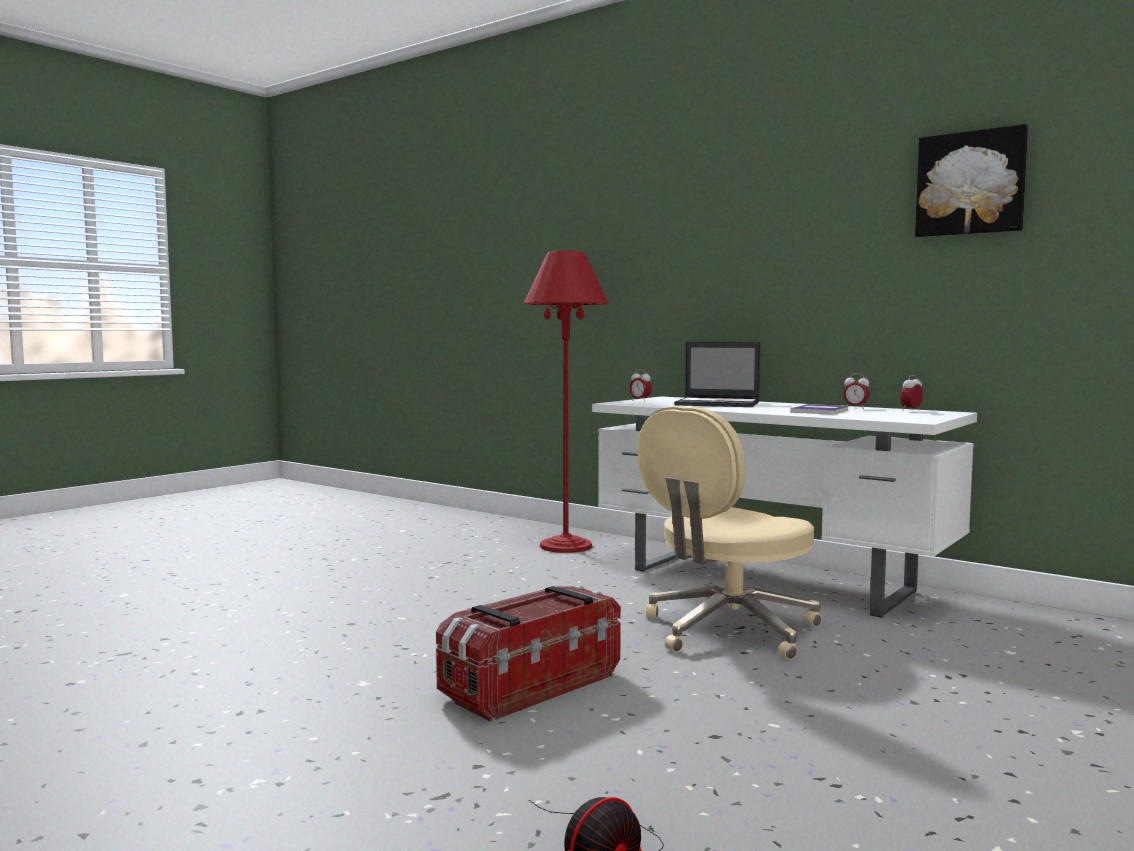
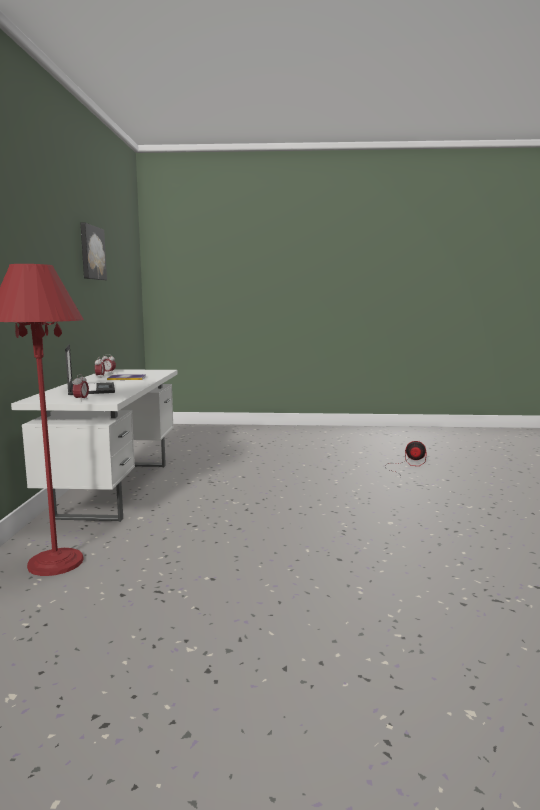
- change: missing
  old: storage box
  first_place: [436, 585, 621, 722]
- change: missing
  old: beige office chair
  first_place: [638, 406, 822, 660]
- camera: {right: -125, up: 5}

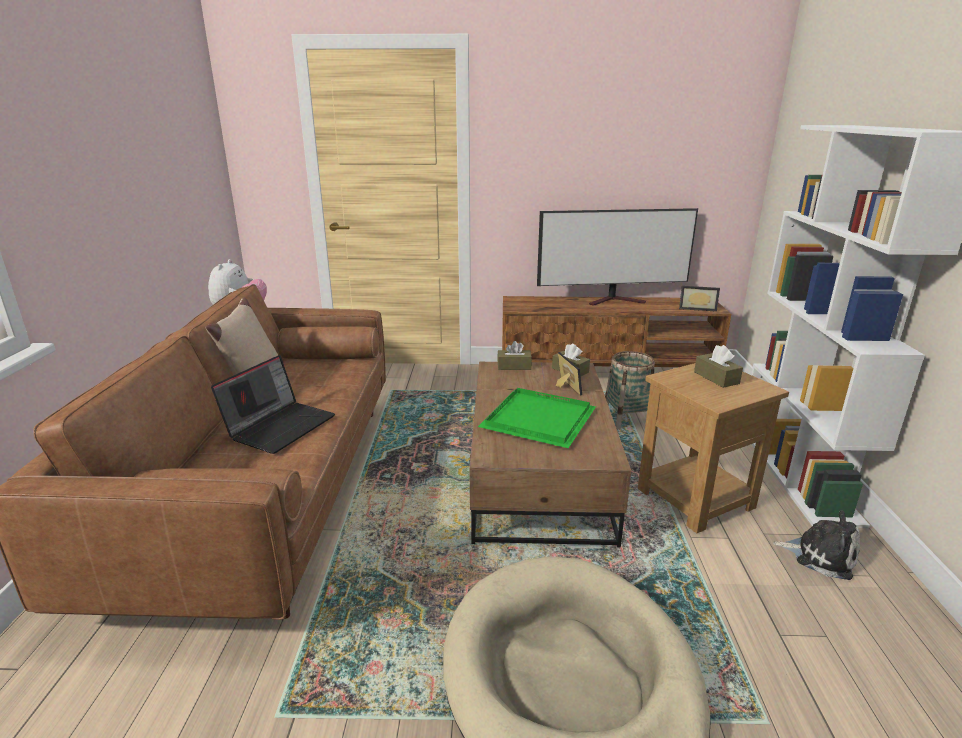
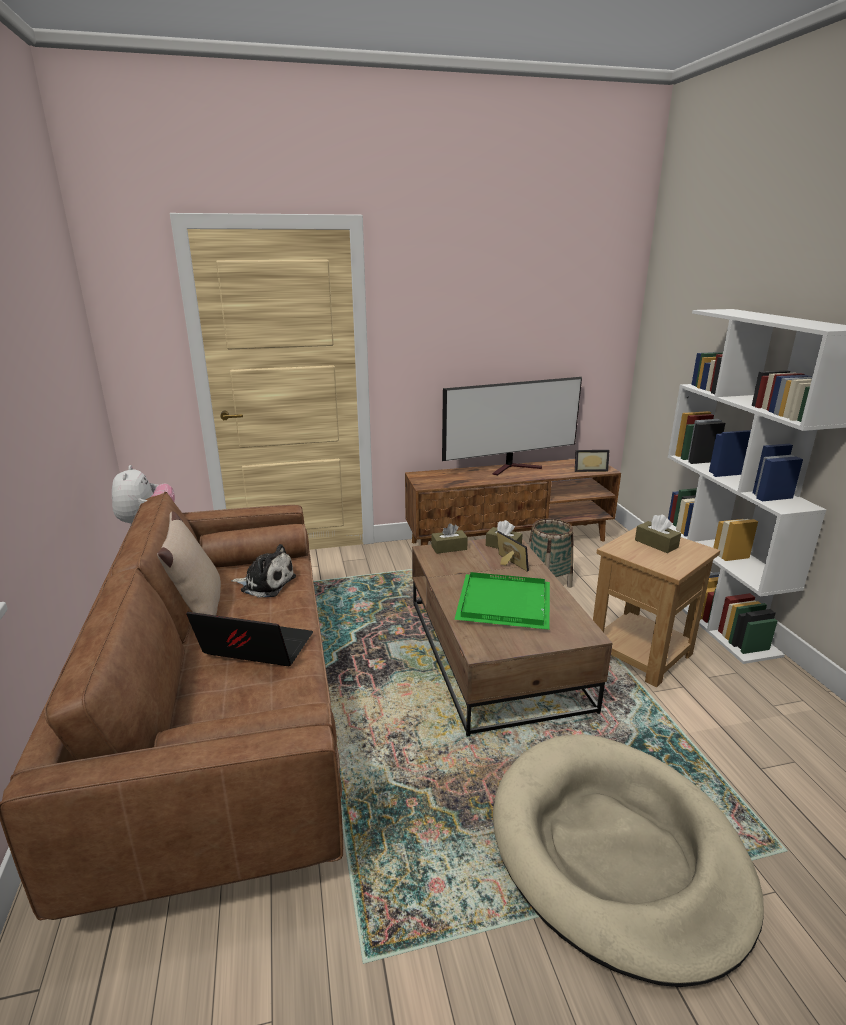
- change: spun
  old: laptop
  first_place: [211, 355, 335, 454]
  second_place: [186, 612, 313, 666]
  degrees: -90
- change: relocated
  old: plush toy
  first_place: [773, 510, 860, 580]
  second_place: [231, 544, 296, 597]
- camera: {right: -15, up: 0}

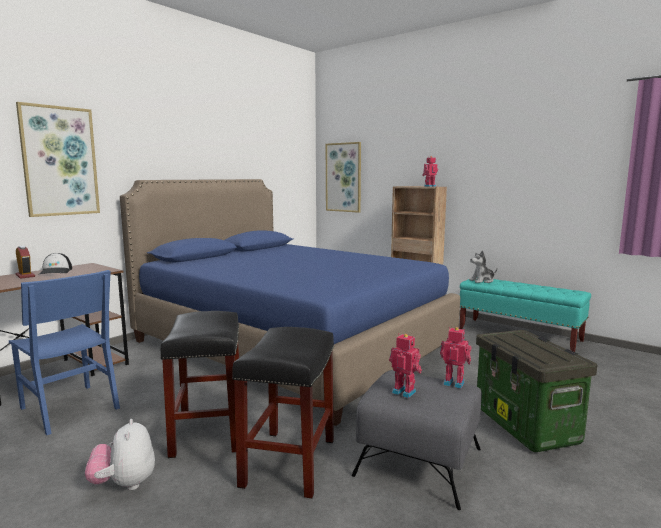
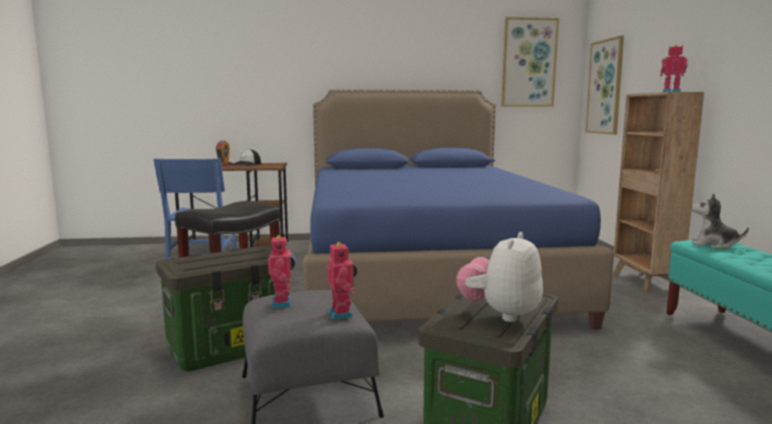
- change: exchanged
  old: black stool
  new: storage box
  first_place: [232, 327, 334, 498]
  second_place: [156, 246, 293, 371]
- change: relocated
  old: plush toy
  first_place: [85, 419, 155, 490]
  second_place: [456, 232, 543, 322]
- change: relocated
  old: picture
  first_place: [16, 102, 100, 217]
  second_place: [501, 17, 559, 107]
- camera: {right: 45, up: 0}

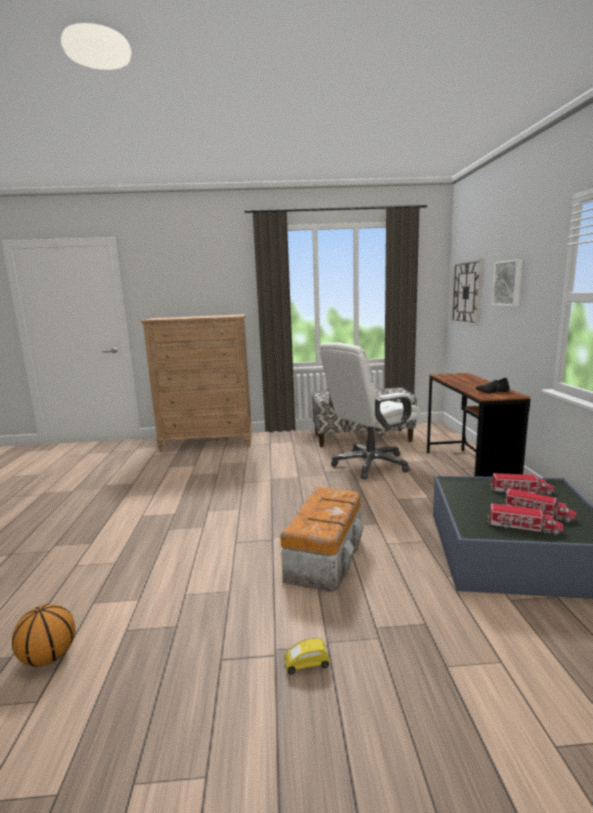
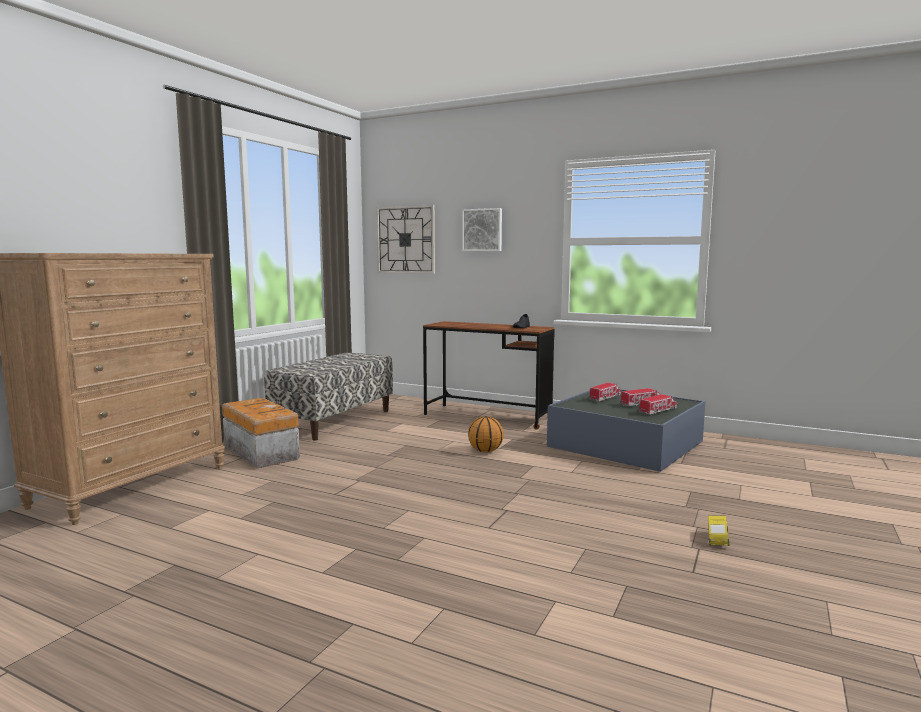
- change: relocated
  old: storage box
  first_place: [280, 487, 364, 592]
  second_place: [222, 398, 300, 469]
- change: relocated
  old: basketball
  first_place: [12, 604, 75, 667]
  second_place: [468, 416, 504, 452]
- change: missing
  old: white office chair
  first_place: [320, 343, 420, 479]
- camera: {right: -60, up: -5}

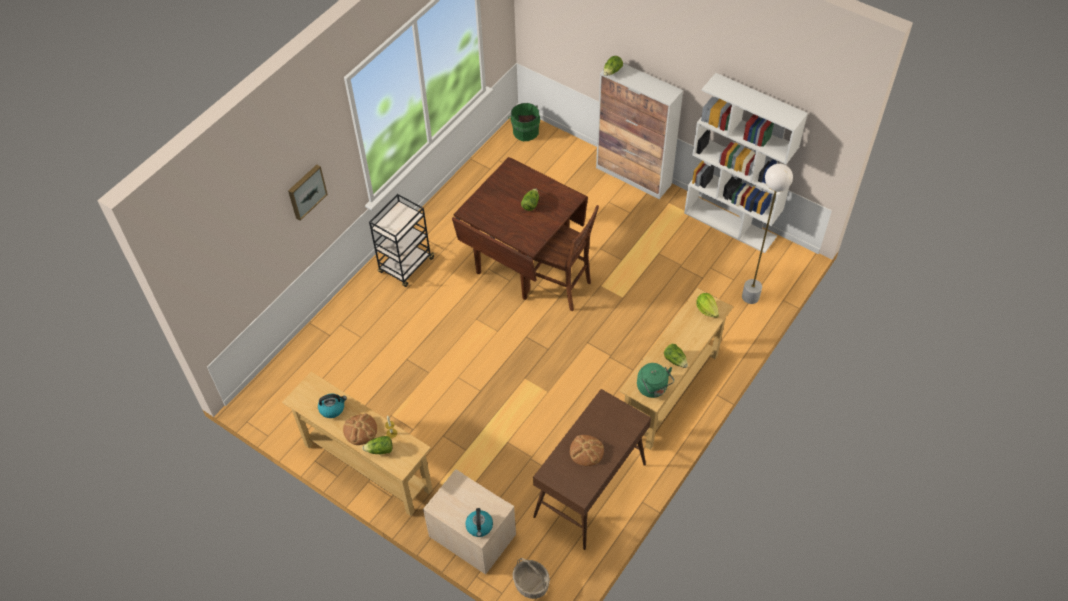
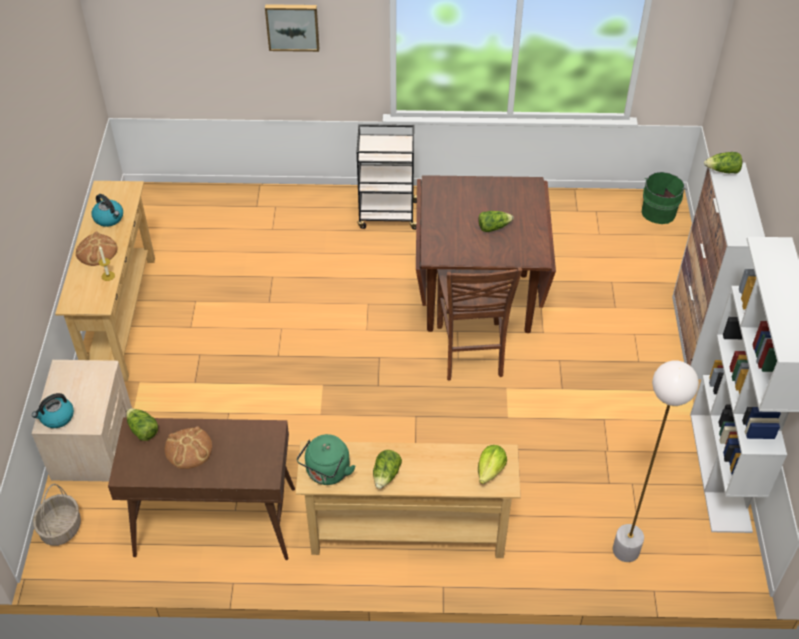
- change: relocated
  old: lettuce
  first_place: [362, 436, 392, 455]
  second_place: [126, 408, 158, 441]
- camera: {right: 55, up: -5}

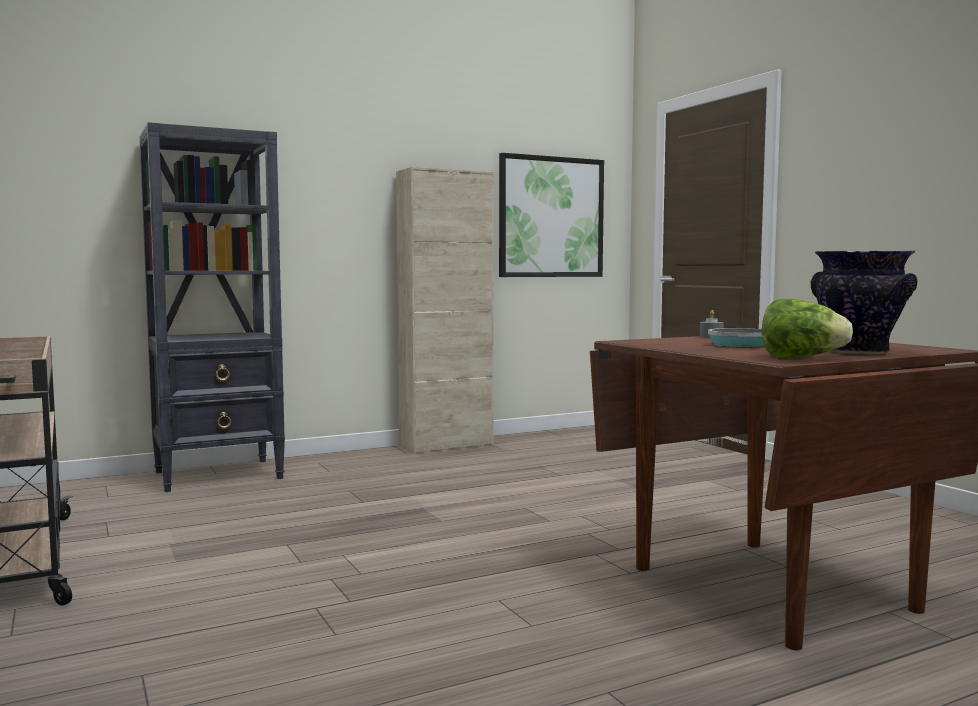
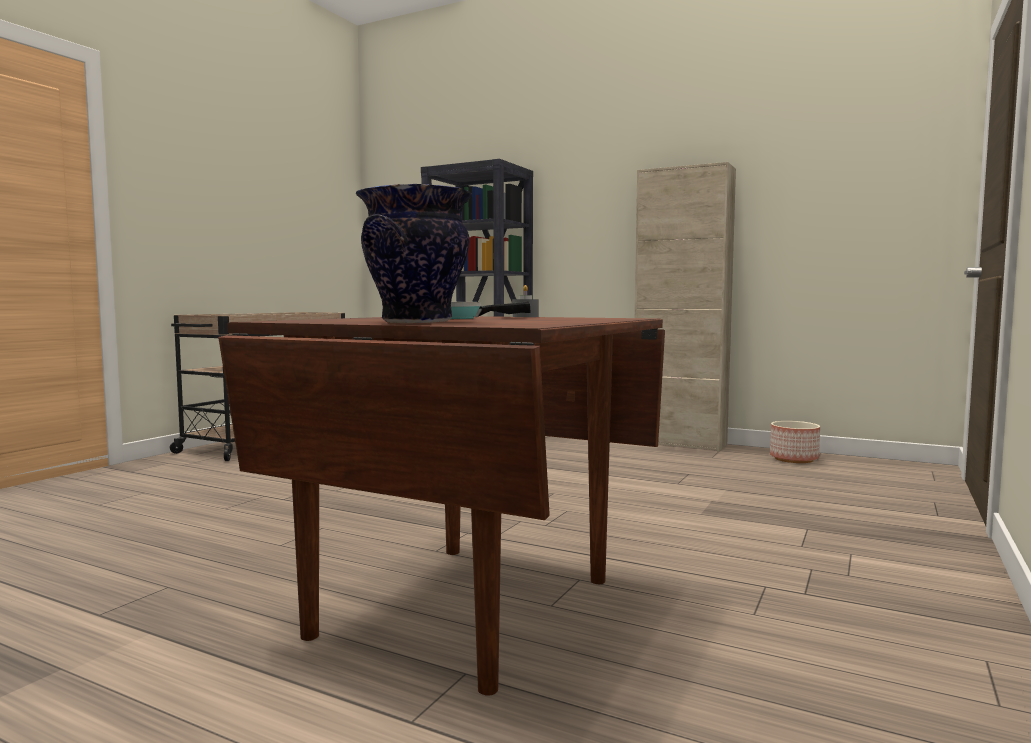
- change: appeared
  new: planter
  second_place: [770, 421, 820, 463]
- change: missing
  old: picture
  first_place: [499, 153, 604, 277]
- change: missing
  old: lettuce
  first_place: [762, 299, 853, 358]
- camera: {right: 55, up: 0}

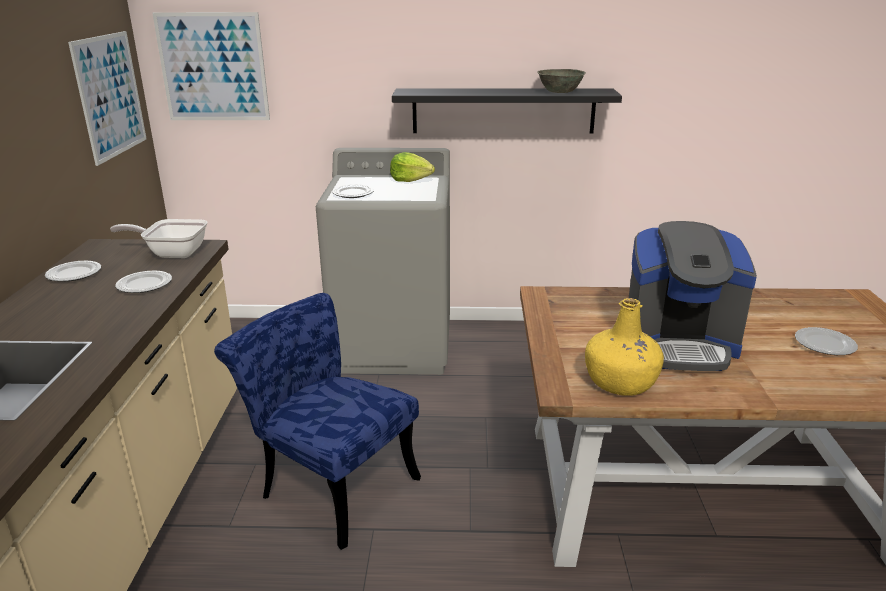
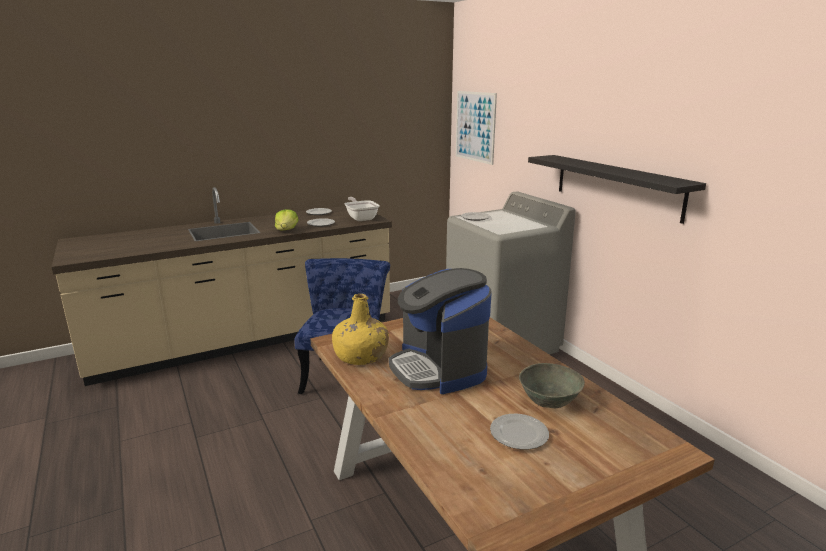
- change: relocated
  old: lettuce
  first_place: [390, 152, 435, 182]
  second_place: [275, 209, 299, 231]
- change: relocated
  old: grey bowl
  first_place: [537, 69, 586, 93]
  second_place: [519, 363, 585, 408]
- change: missing
  old: picture
  first_place: [68, 31, 147, 166]
- camera: {right: 60, up: -5}

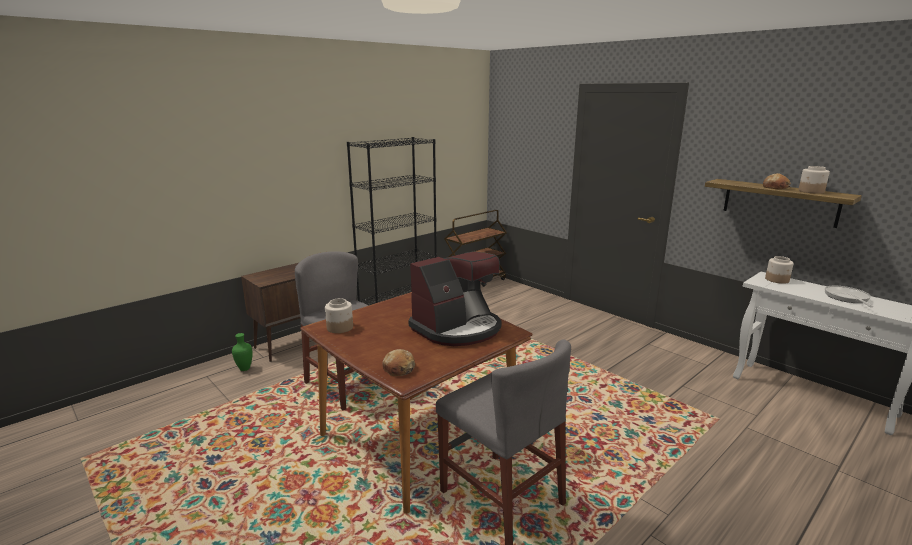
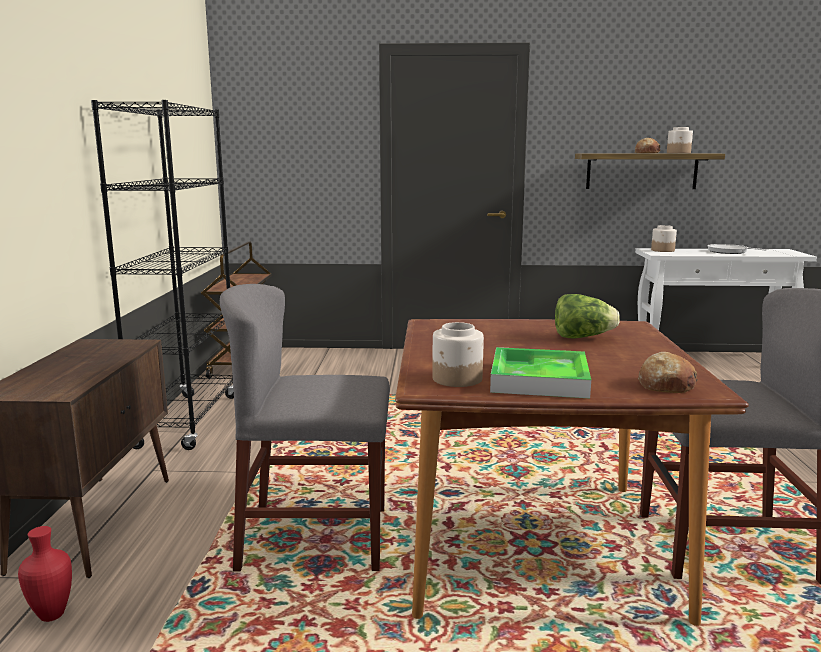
- change: colour
  old: green vase
  new: red vase
  first_place: [232, 333, 253, 371]
  second_place: [18, 526, 72, 622]
- change: appeared
  new: tray
  second_place: [490, 347, 591, 399]
- change: exchanged
  old: coffee machine
  new: lettuce
  first_place: [408, 252, 502, 346]
  second_place: [555, 294, 620, 339]
- camera: {right: -45, up: -5}

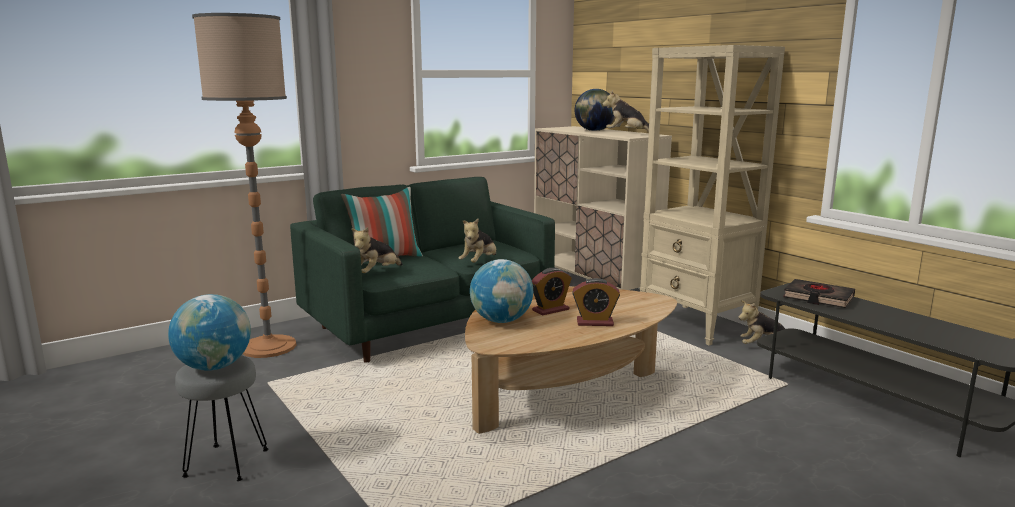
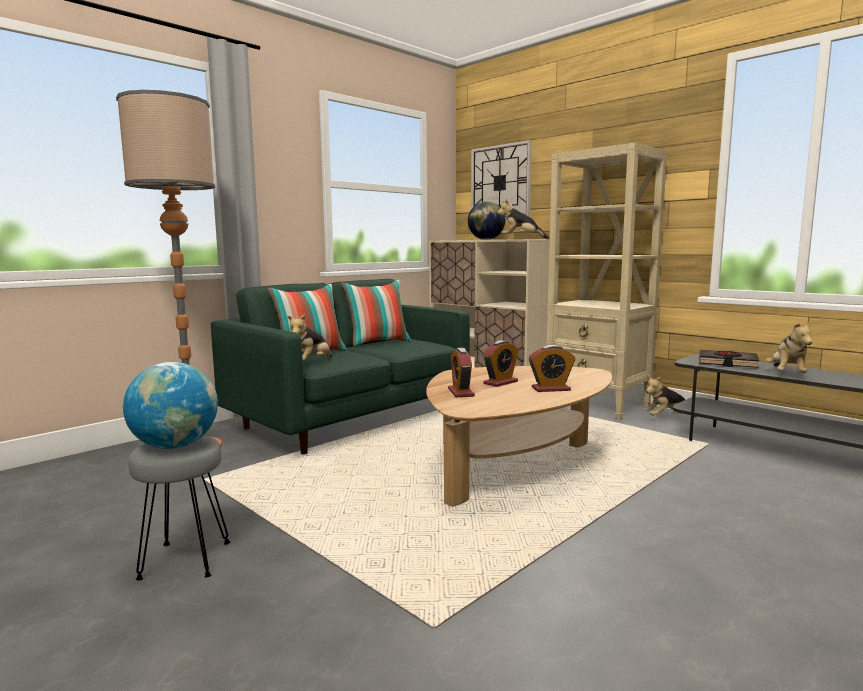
- change: appeared
  new: pillow
  second_place: [341, 280, 411, 346]
- change: exchanged
  old: globe
  new: alarm clock
  first_place: [470, 259, 533, 323]
  second_place: [448, 348, 475, 397]
- change: appeared
  new: wall clock
  second_place: [471, 140, 532, 220]
- change: relocated
  old: plush toy
  first_place: [459, 218, 496, 263]
  second_place: [766, 321, 812, 373]
- camera: {right: -10, up: -5}

